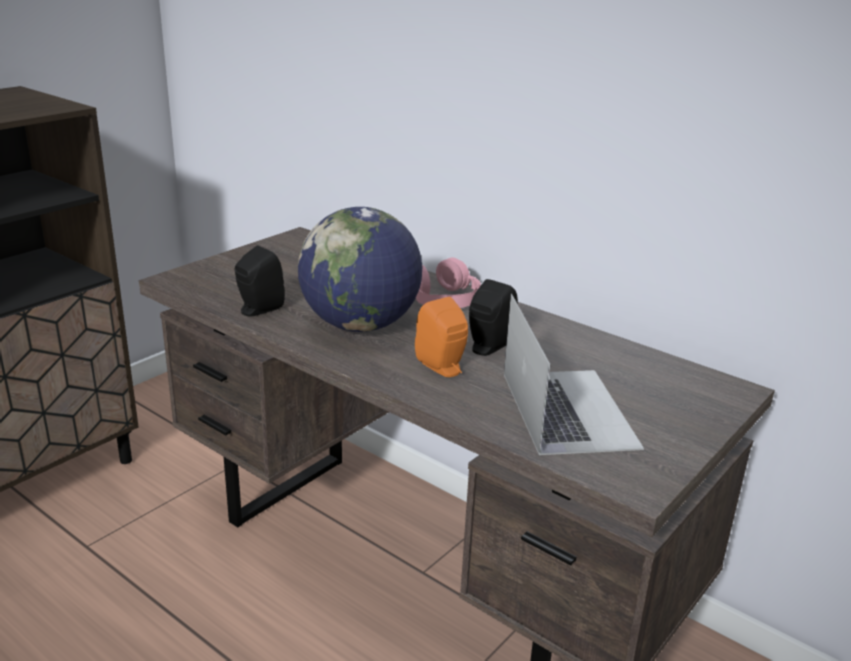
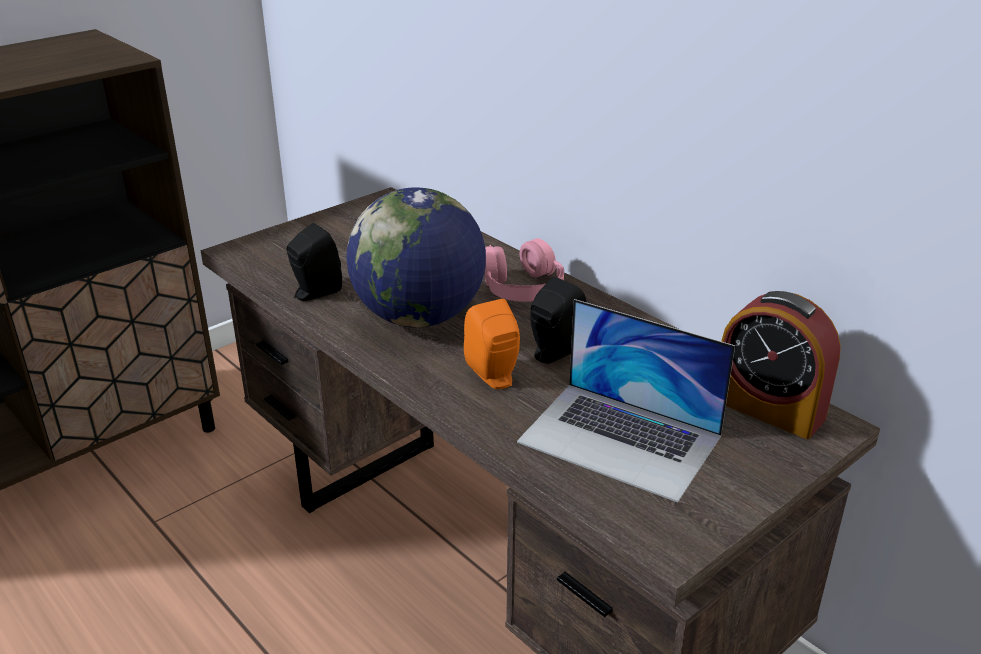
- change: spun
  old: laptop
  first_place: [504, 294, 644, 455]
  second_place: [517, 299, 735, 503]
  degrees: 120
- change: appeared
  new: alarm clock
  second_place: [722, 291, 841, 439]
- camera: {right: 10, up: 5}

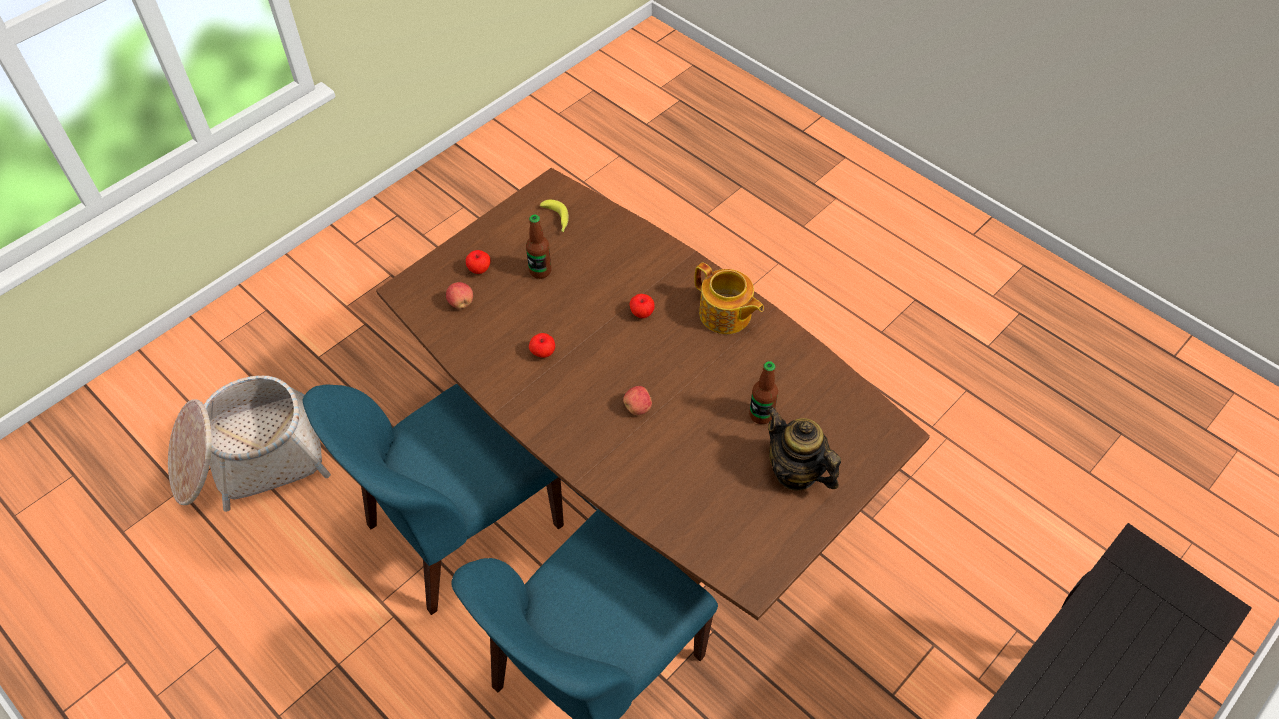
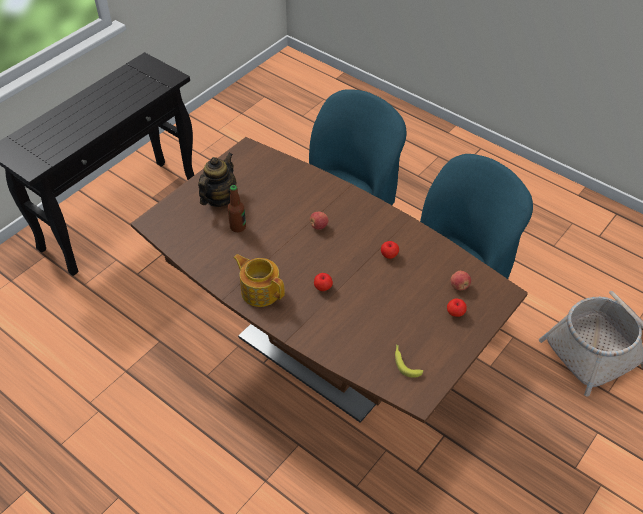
- change: spun
  old: teapot
  first_place: [767, 407, 841, 490]
  second_place: [198, 153, 236, 207]
  degrees: -105
- change: missing
  old: bottle
  first_place: [526, 215, 551, 279]
- camera: {right: 175, up: -5}

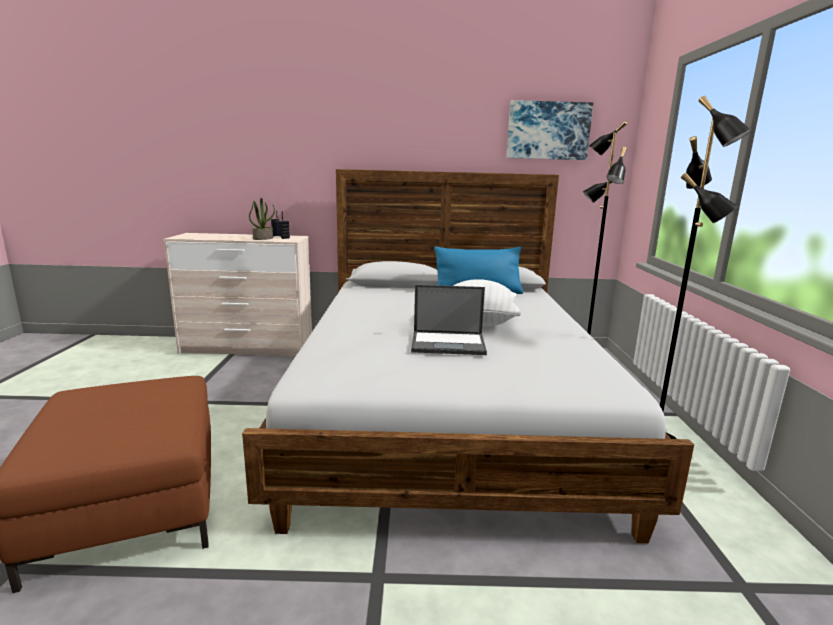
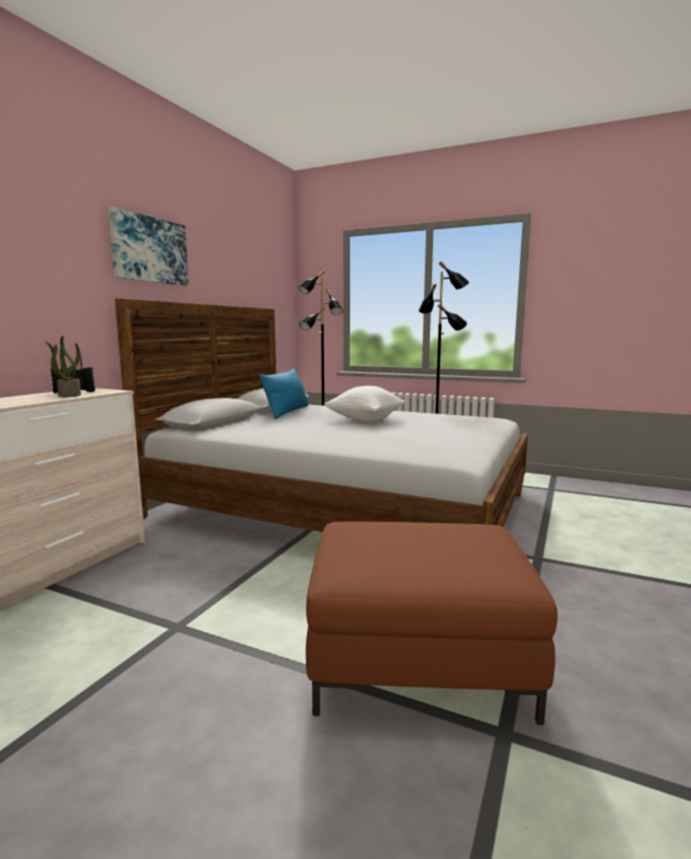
- change: relocated
  old: picture
  first_place: [506, 100, 593, 160]
  second_place: [108, 207, 189, 286]
- change: missing
  old: laptop
  first_place: [411, 285, 487, 355]
- camera: {right: -65, up: -5}

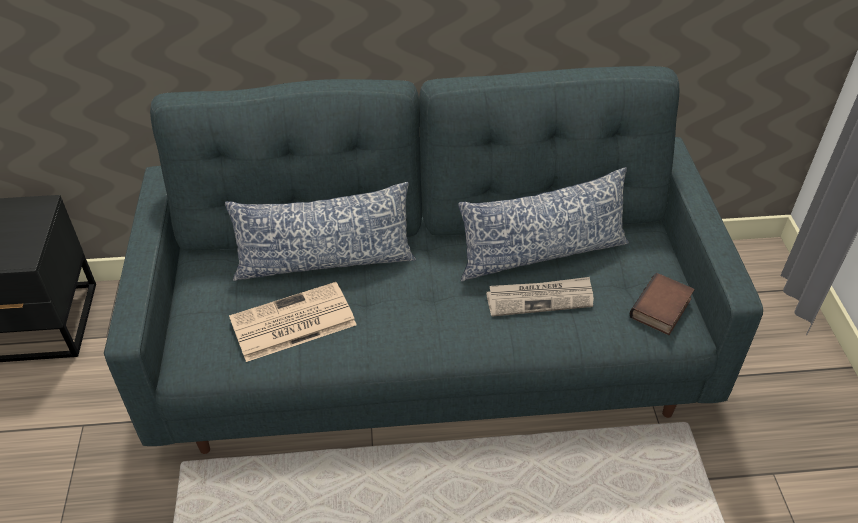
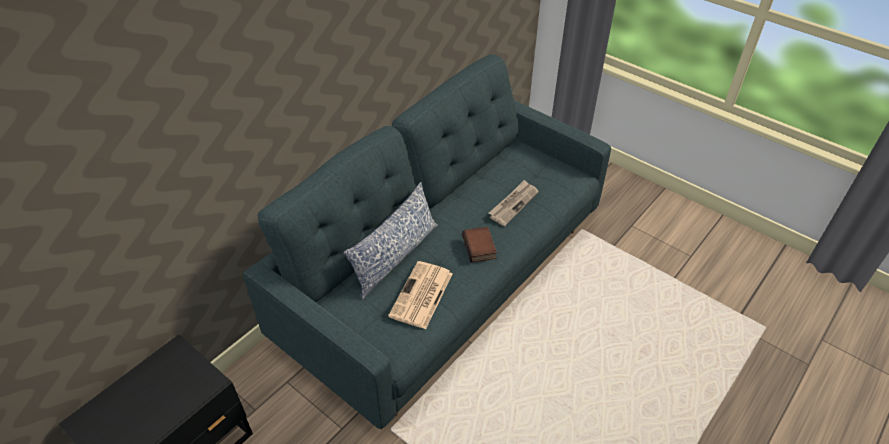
- change: relocated
  old: book
  first_place: [630, 273, 695, 335]
  second_place: [462, 227, 497, 263]
- change: missing
  old: pillow
  first_place: [458, 167, 629, 282]
- camera: {right: -45, up: 0}

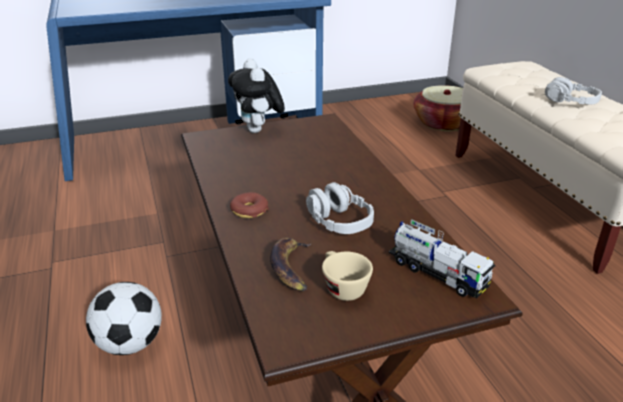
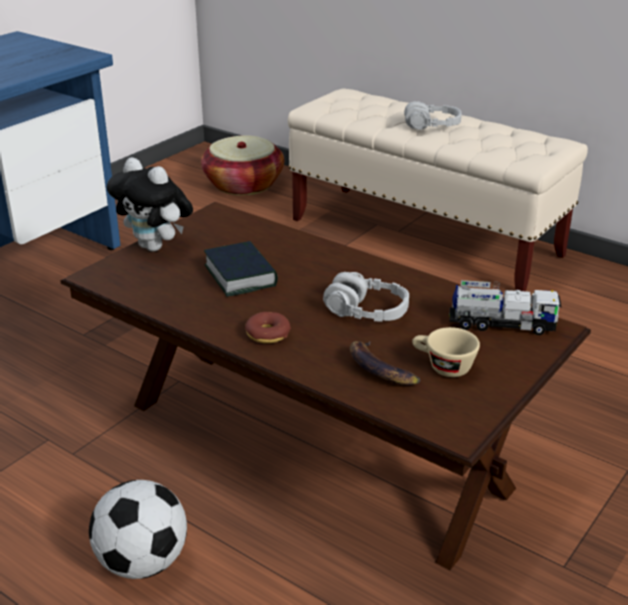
- change: appeared
  new: book
  second_place: [204, 241, 278, 297]
- camera: {right: -35, up: 0}

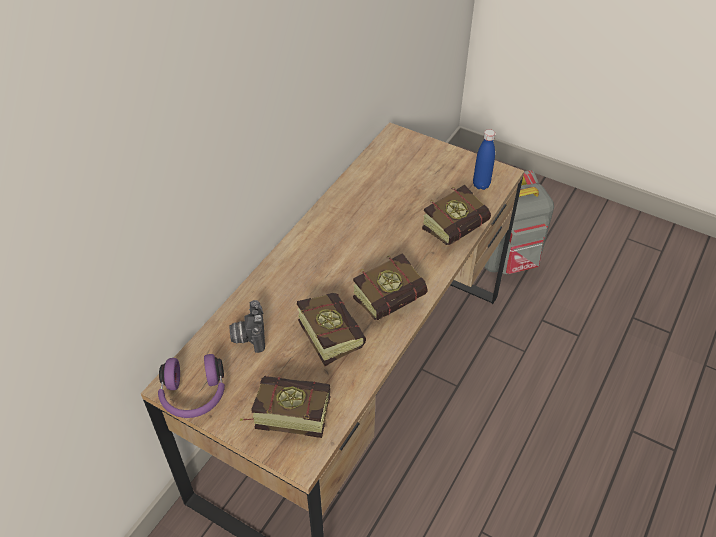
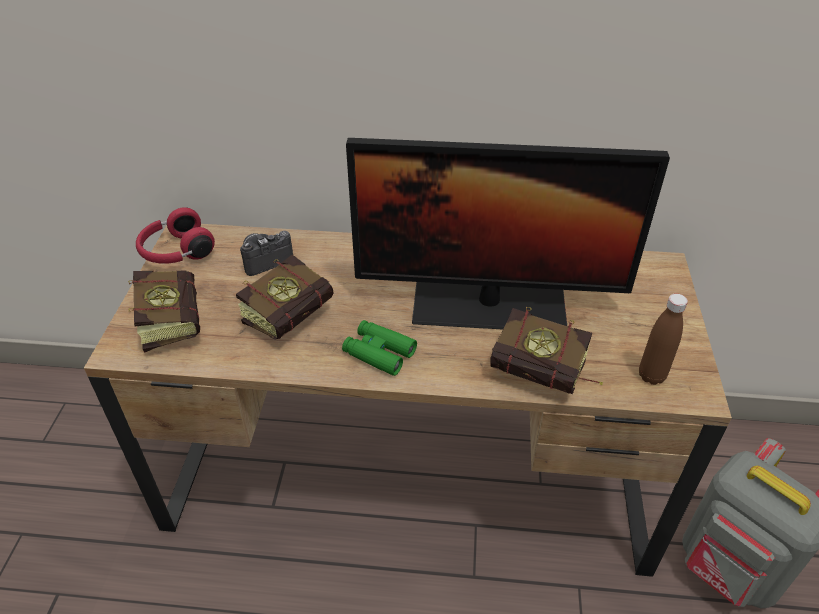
- change: colour
  old: purple headphones
  new: red headphones
  first_place: [158, 354, 225, 418]
  second_place: [136, 207, 215, 264]
- change: exchanged
  old: book
  new: green binoculars
  first_place: [353, 253, 428, 320]
  second_place: [342, 320, 417, 376]
- change: appeared
  new: monitor
  second_place: [346, 138, 670, 330]
- change: colour
  old: blue bottle
  new: brown bottle
  first_place: [473, 129, 495, 190]
  second_place: [639, 294, 688, 385]
- camera: {right: 65, up: -5}

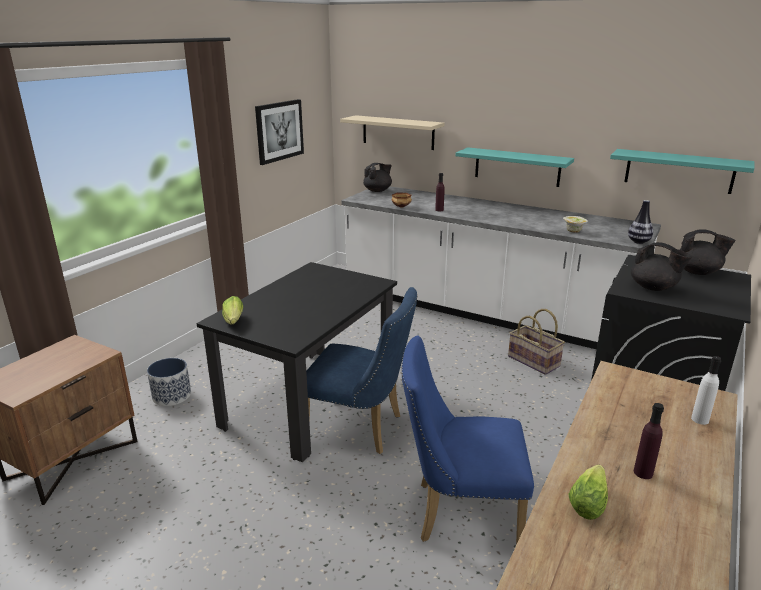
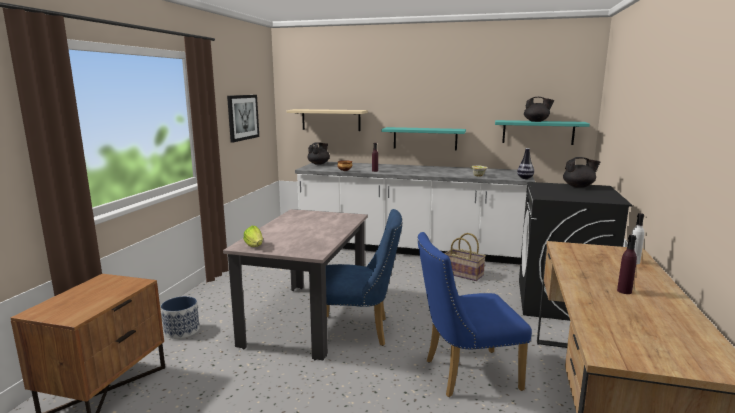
- change: colour
  old: black dining table
  new: beige dining table
  first_place: [196, 262, 397, 462]
  second_place: [223, 209, 368, 360]
- change: relocated
  old: black teapot
  first_place: [631, 242, 692, 291]
  second_place: [524, 97, 554, 122]
- change: missing
  old: lettuce
  first_place: [568, 464, 608, 520]
- camera: {right: -15, up: -10}

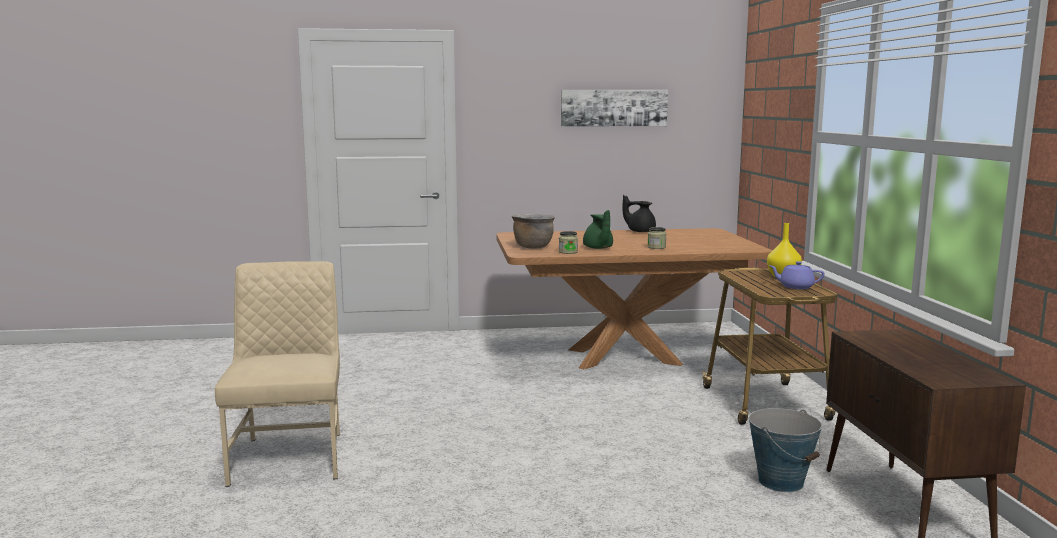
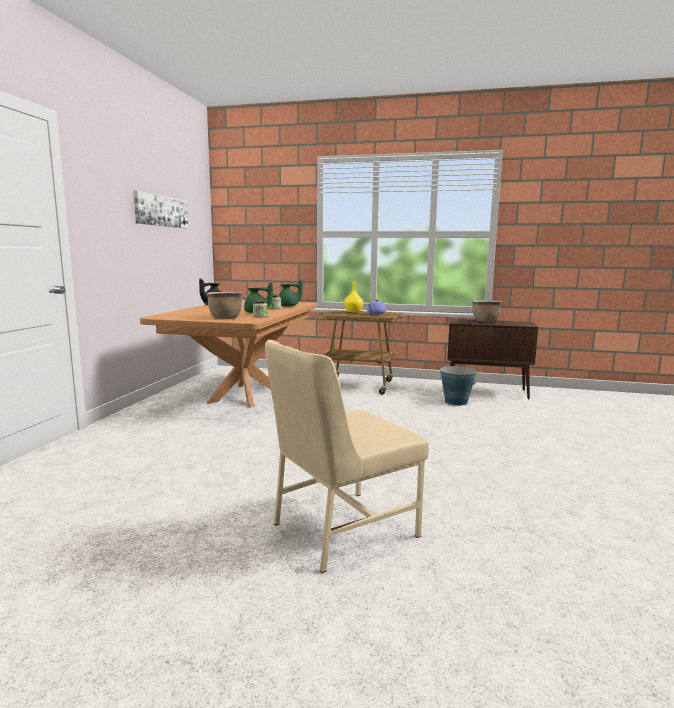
- change: spun
  old: beige chair
  first_place: [215, 261, 340, 487]
  second_place: [265, 340, 429, 573]
  degrees: -45
- change: appeared
  new: green teapot
  second_place: [279, 279, 303, 307]
- change: appeared
  new: brown cooking pot
  second_place: [472, 300, 502, 323]
- camera: {right: -70, up: 0}

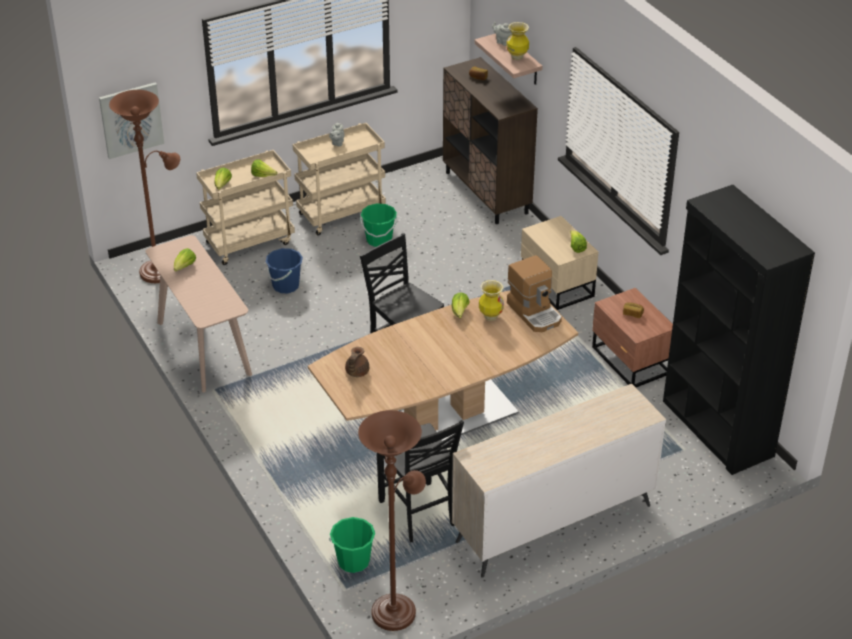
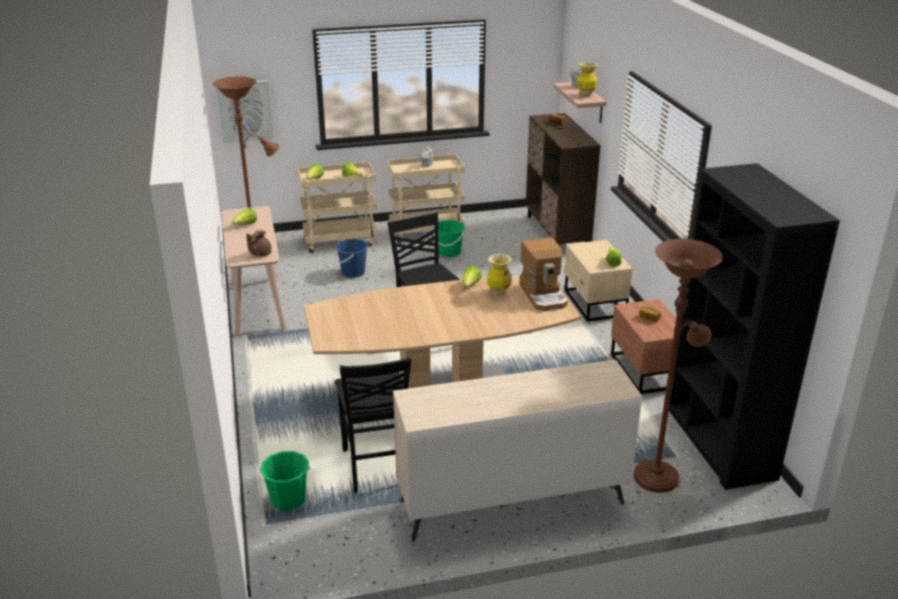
- change: relocated
  old: brown teapot
  first_place: [345, 347, 369, 377]
  second_place: [246, 230, 272, 257]
- change: relocated
  old: brown floor lamp
  first_place: [358, 410, 426, 631]
  second_place: [634, 239, 723, 493]
- camera: {right: 15, up: -10}

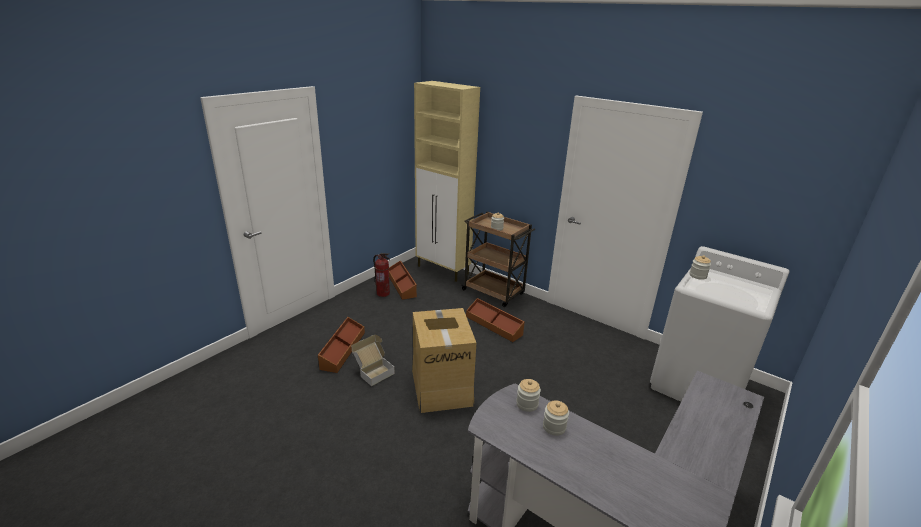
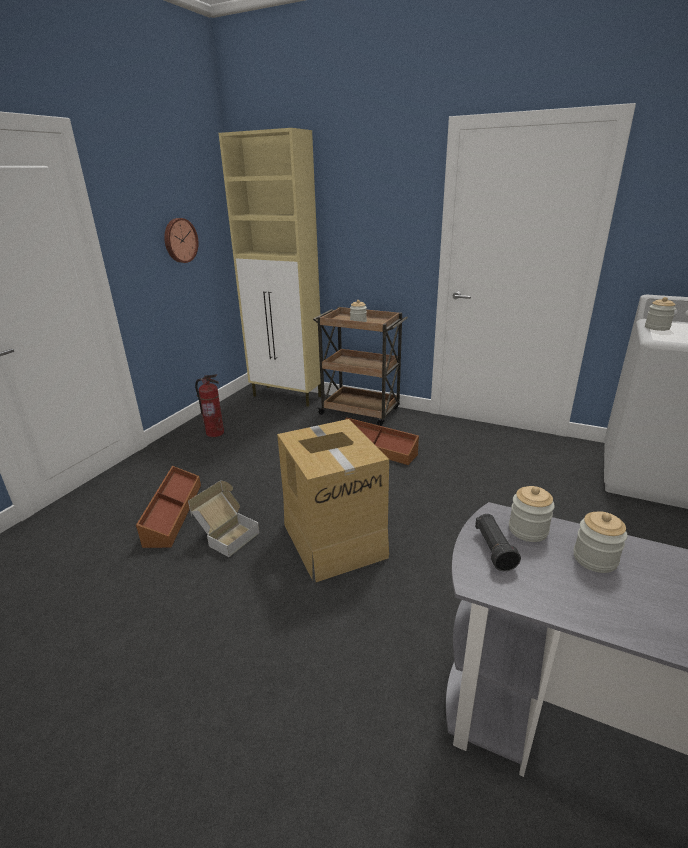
- change: appeared
  new: wall clock
  second_place: [164, 218, 199, 263]
- change: appeared
  new: black flashlight
  second_place: [475, 514, 521, 571]
- change: missing
  old: brown storage box
  first_place: [389, 260, 417, 300]
- camera: {right: -10, up: 0}

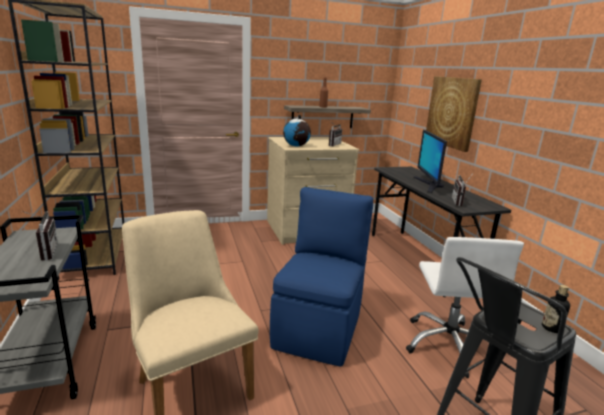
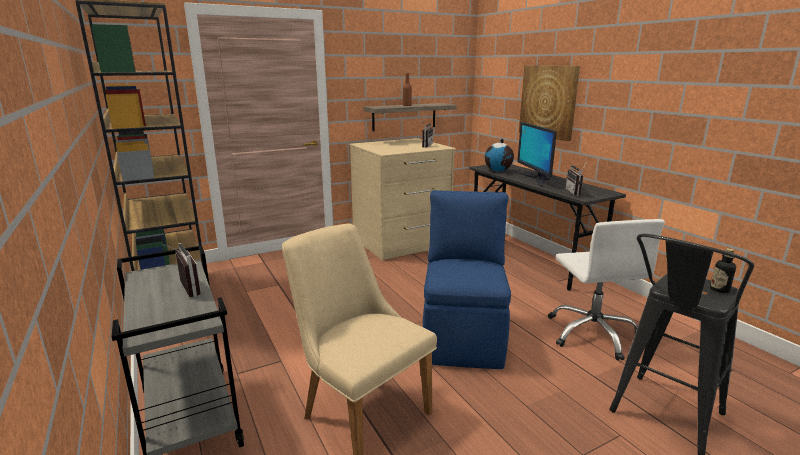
- change: relocated
  old: globe
  first_place: [283, 115, 311, 147]
  second_place: [485, 139, 514, 172]
- camera: {right: -10, up: 0}

